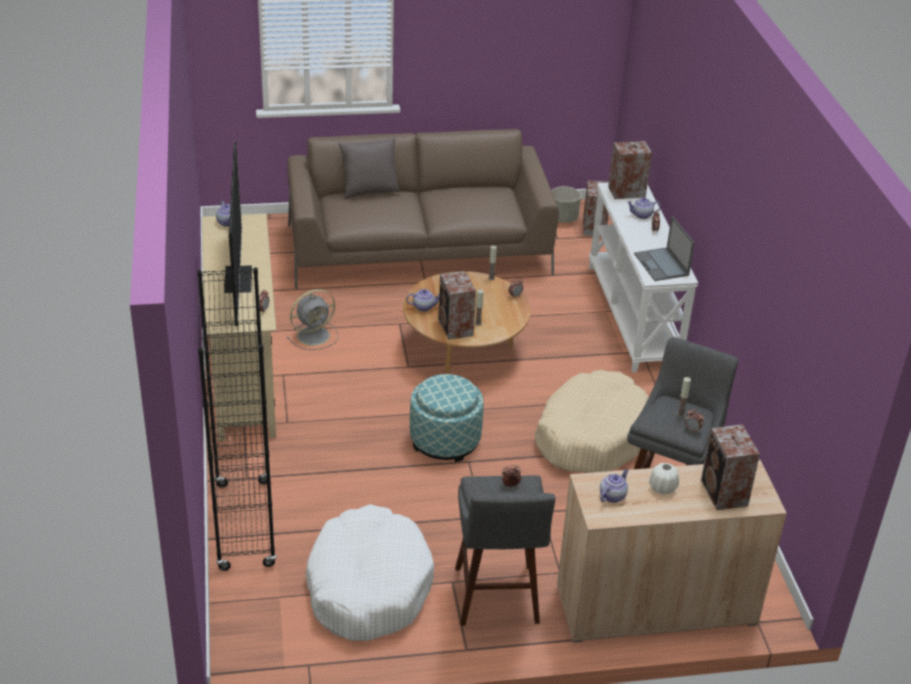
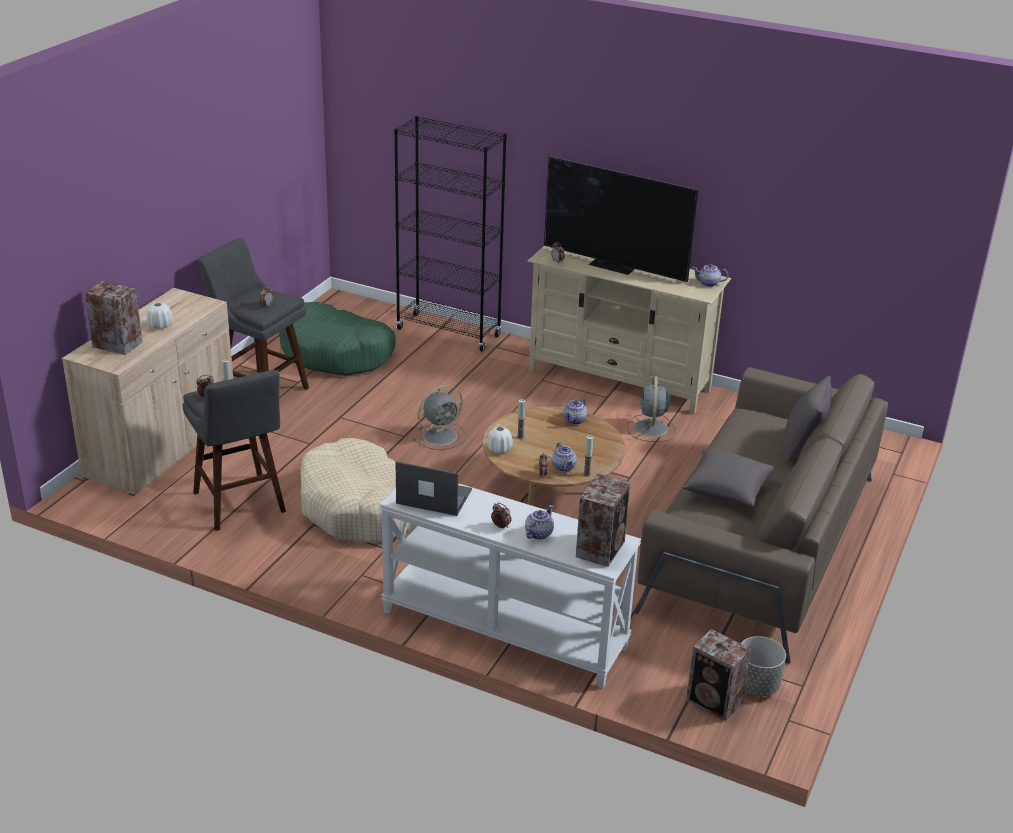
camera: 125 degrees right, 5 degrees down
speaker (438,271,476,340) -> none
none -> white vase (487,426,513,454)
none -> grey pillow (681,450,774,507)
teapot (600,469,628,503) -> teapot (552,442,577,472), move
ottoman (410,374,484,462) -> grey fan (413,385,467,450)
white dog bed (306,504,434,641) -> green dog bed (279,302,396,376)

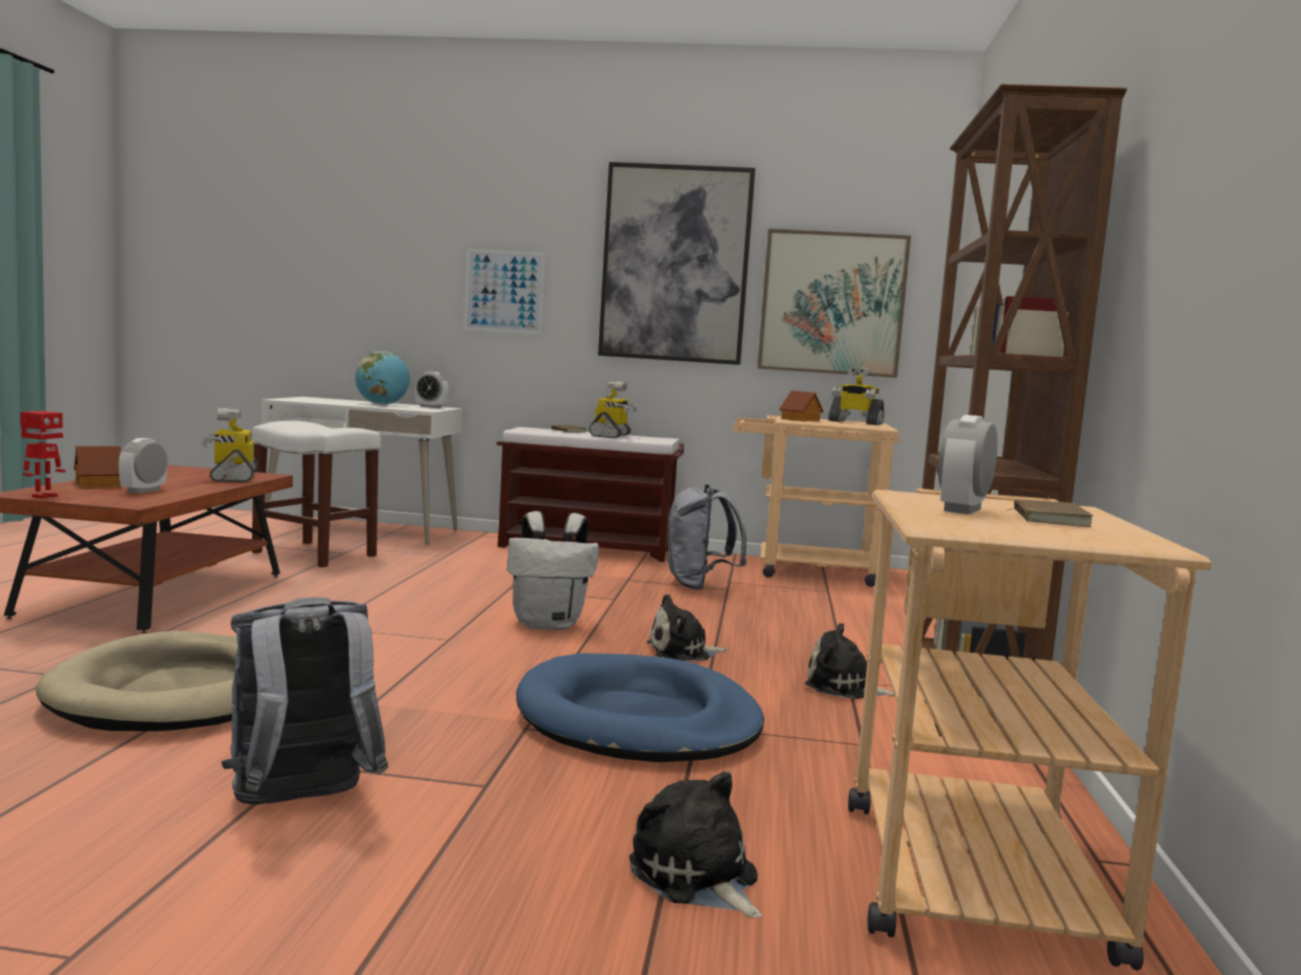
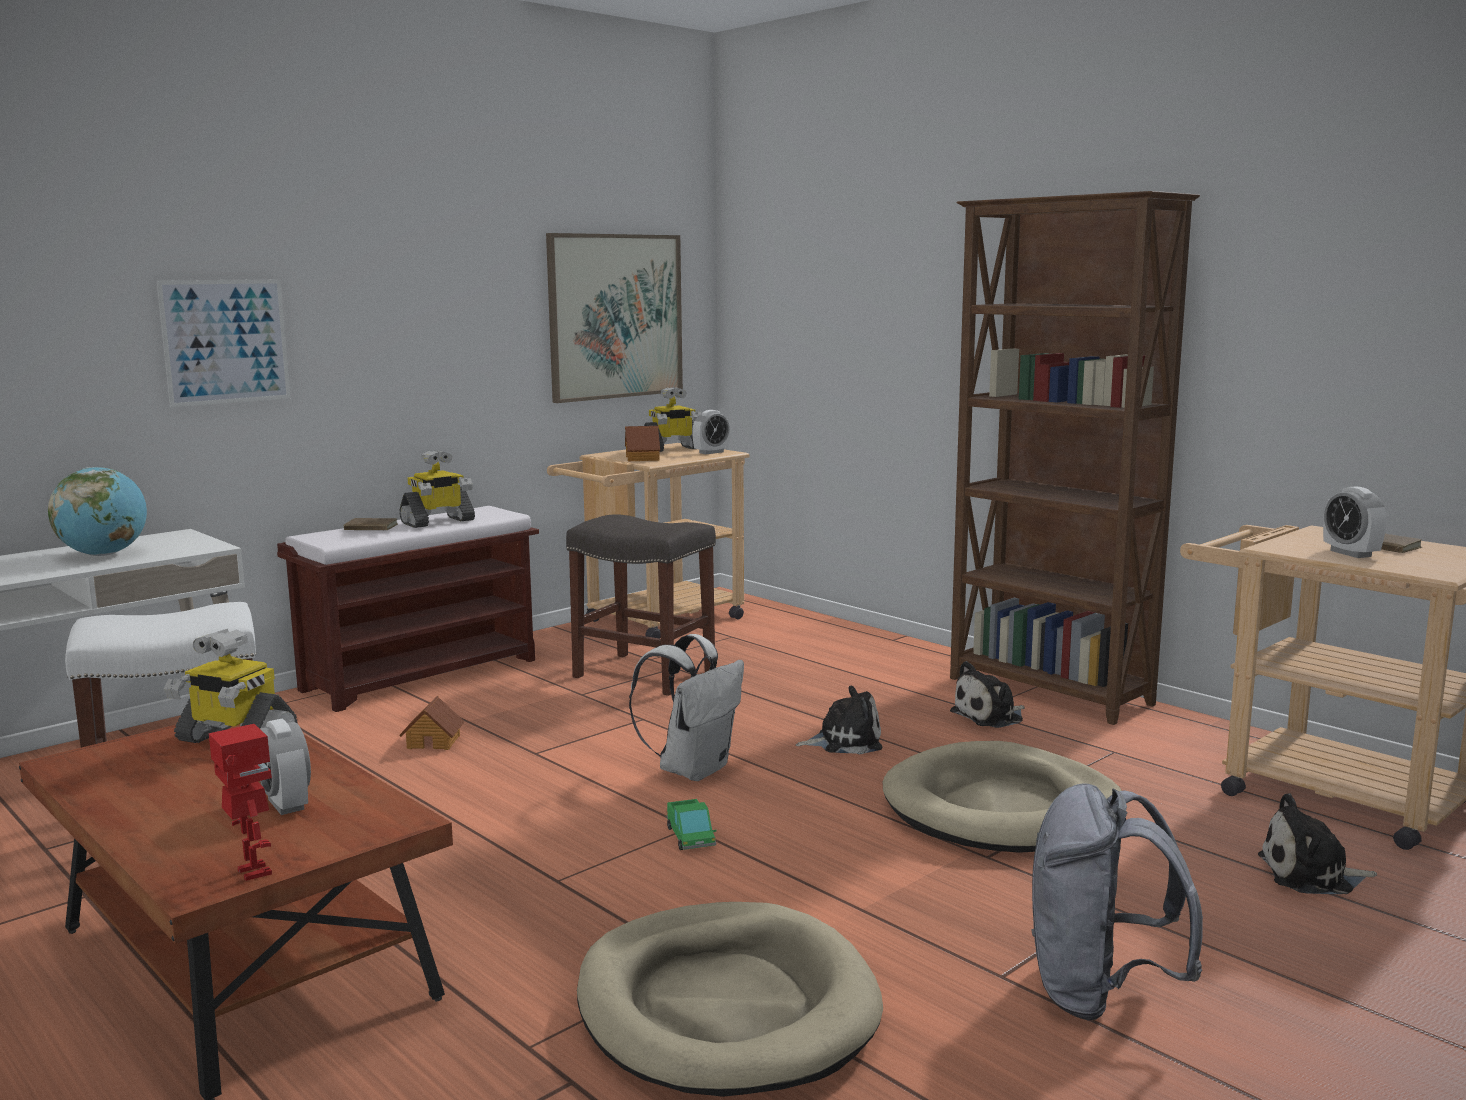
camera: 50 degrees left, 5 degrees up
picture (598,162,755,365) -> none
none -> toy truck (666,799,716,850)
toy house (74,446,121,488) -> toy house (399,696,465,750), move
alarm clock (415,372,449,408) -> alarm clock (692,410,730,454), move
grey backpack (666,484,747,590) -> grey stool (566,515,716,696)
blue dog bed (516,653,764,762) -> beige dog bed (883,741,1122,853)
toy robot (589,381,637,438) -> toy robot (399,450,475,528), 90 degrees clockwise
plush toy (647,594,727,661) -> plush toy (796,686,882,754), 120 degrees counterclockwise

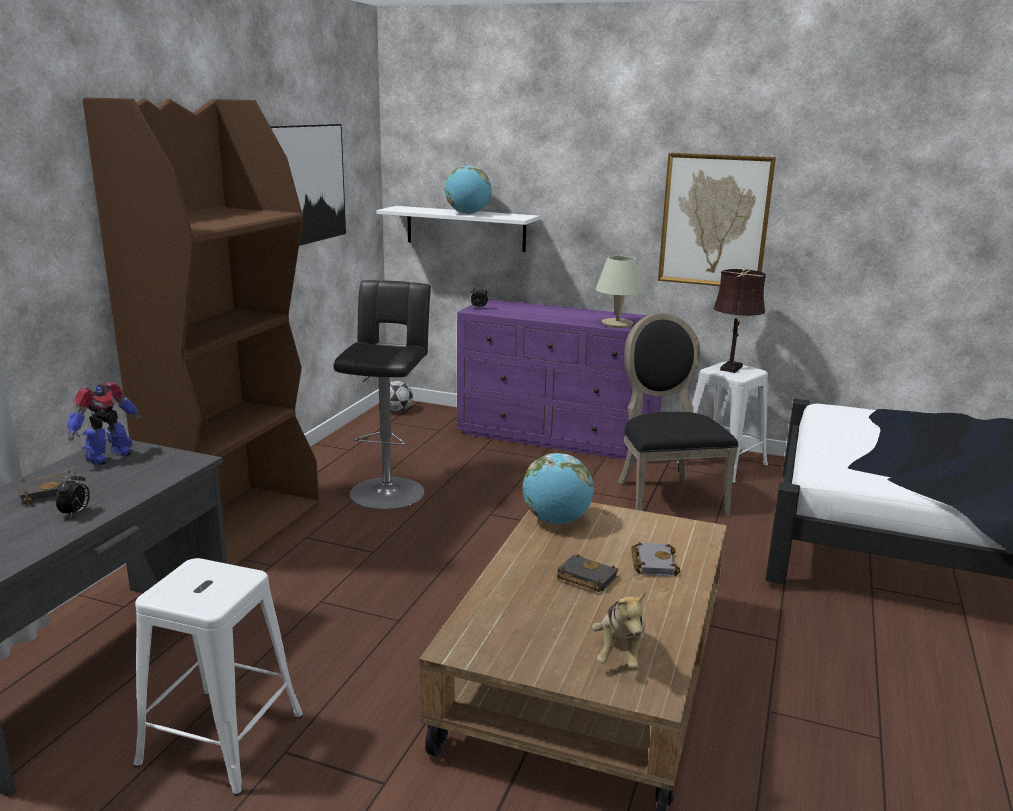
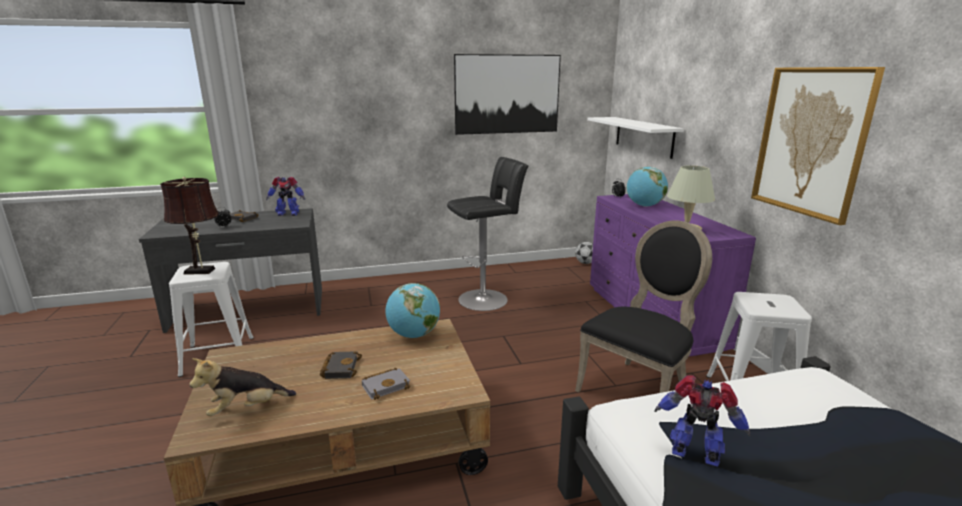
camera: 55 degrees right, 0 degrees up
brown bookcase (83,97,319,566) -> none
none -> toy robot (655,375,751,467)
globe (444,165,492,214) -> globe (626,167,668,207), move
brown table lamp (714,268,766,373) -> brown table lamp (160,177,219,275), move

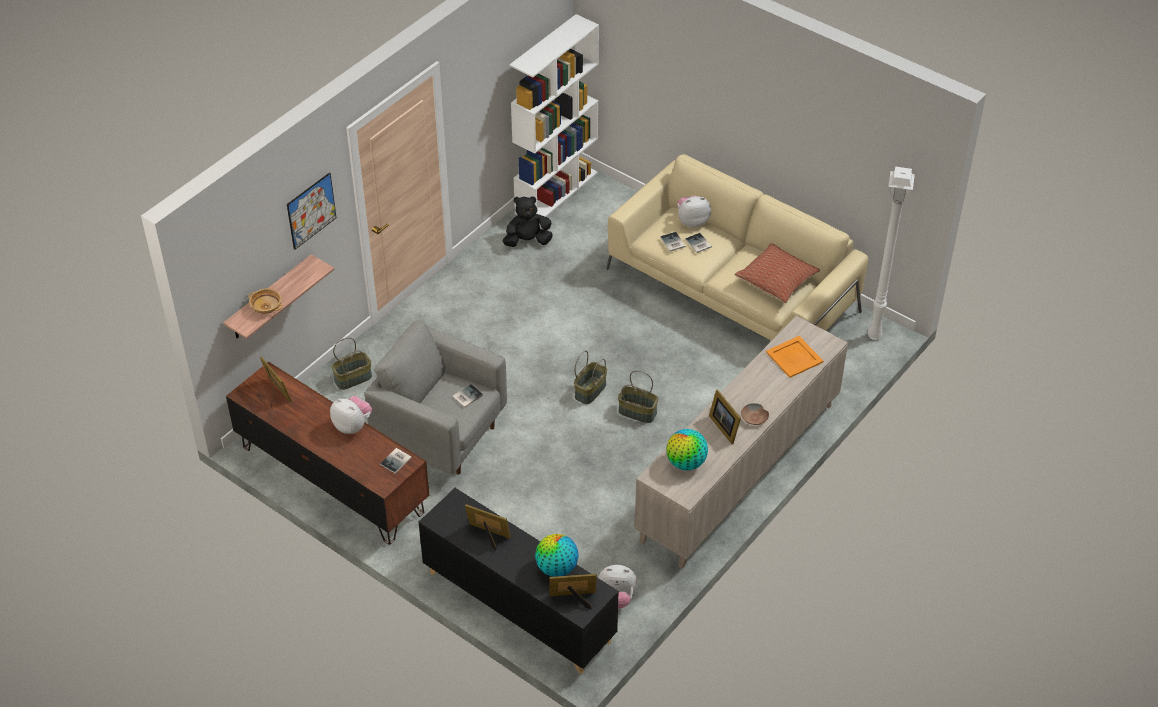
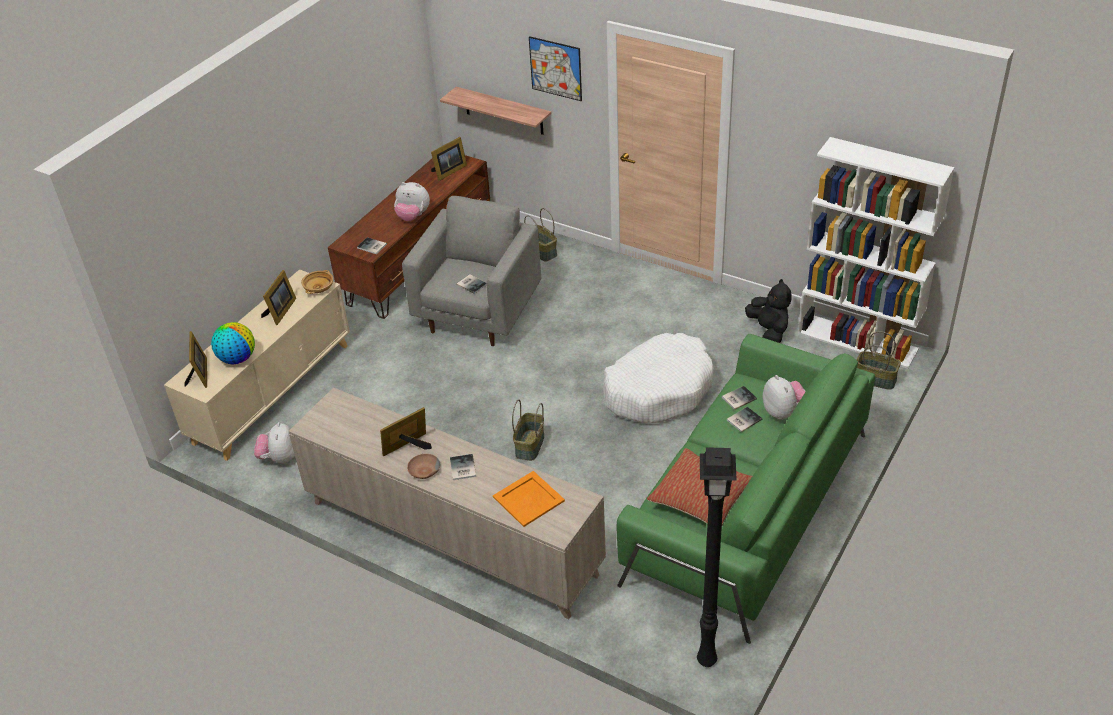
camera: 85 degrees right, 5 degrees down
globe (666,429,708,470) -> none
none -> book (450,454,476,480)
none -> white dog bed (603,333,714,423)
beige bowl (248,288,283,314) -> beige bowl (301,270,333,294), move
basket (574,351,607,404) -> basket (857,331,901,390), move
black cabinet (418,488,619,674) -> beige cabinet (164,269,350,461)
beige sofa (606,154,869,341) -> green sofa (617,334,875,644)
white floor lamp (868,167,915,340) -> black floor lamp (697,447,737,667)
plush toy (330,396,372,434) -> plush toy (394,182,430,221), 75 degrees clockwise

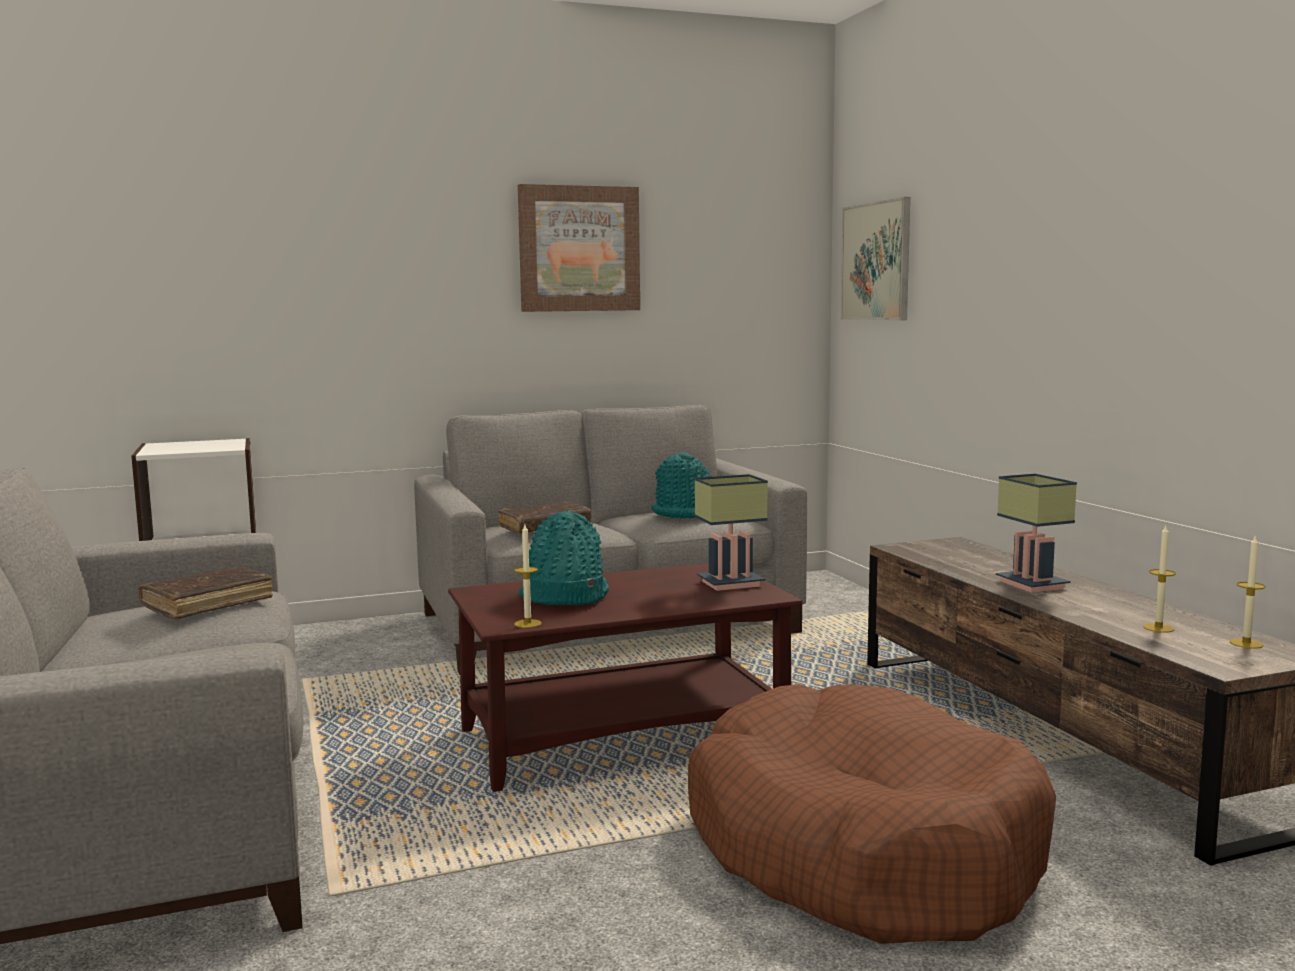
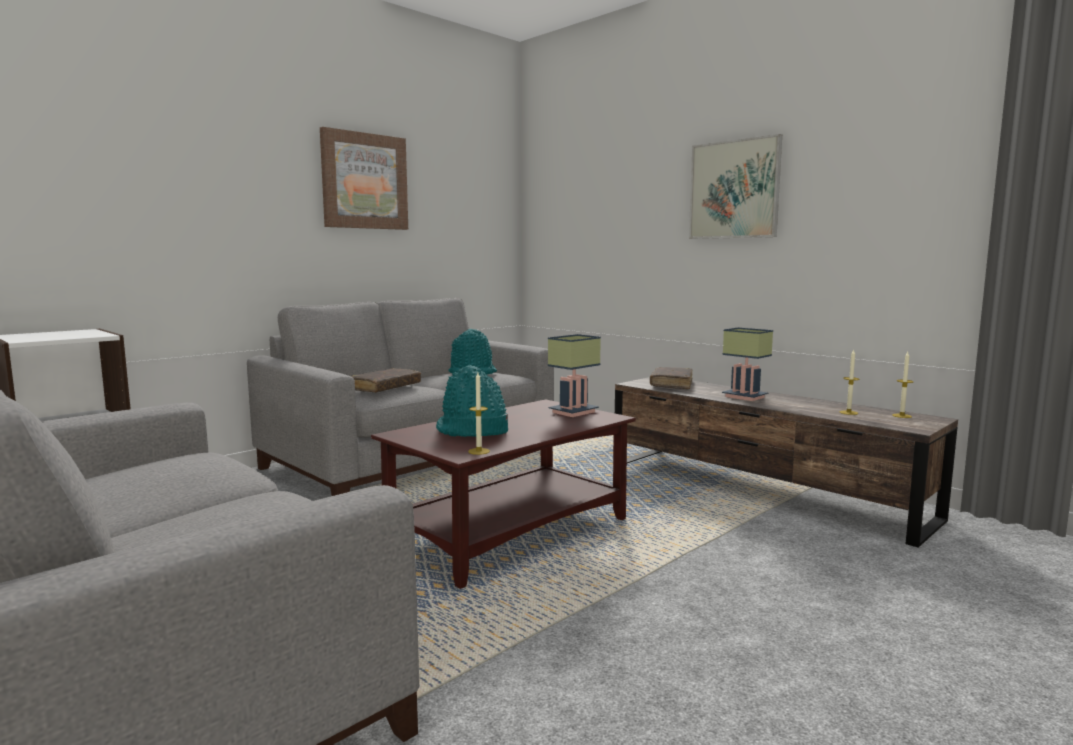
camera: 25 degrees left, 0 degrees up
brown dog bed (688,684,1056,944) -> none
brown book (138,567,273,619) -> brown book (650,367,692,389), move
picture (840,197,910,320) -> picture (689,134,782,239), move

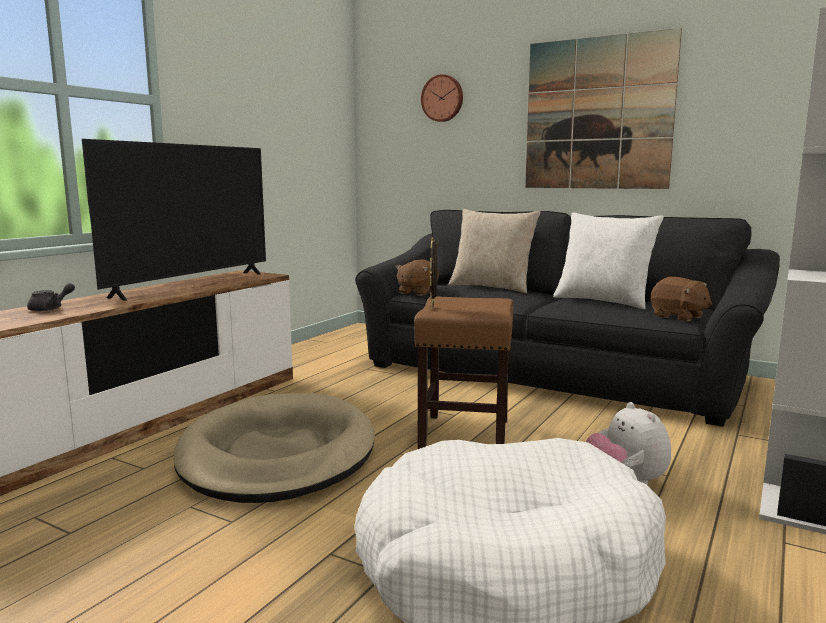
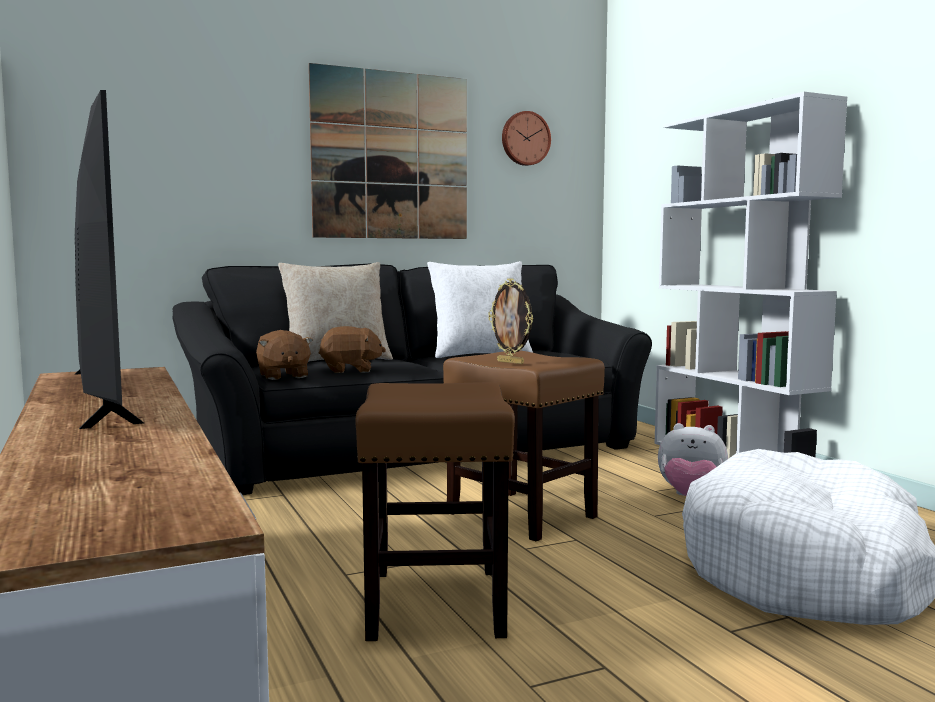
camera: 55 degrees left, 5 degrees down
grey teapot (27,283,75,312) -> none
wall clock (421,74,463,122) -> wall clock (502,111,551,166), move
brown plush toy (651,277,712,322) -> brown plush toy (319,326,386,373), move
beige dog bed (174,393,375,503) -> brown stool (355,382,515,641)

